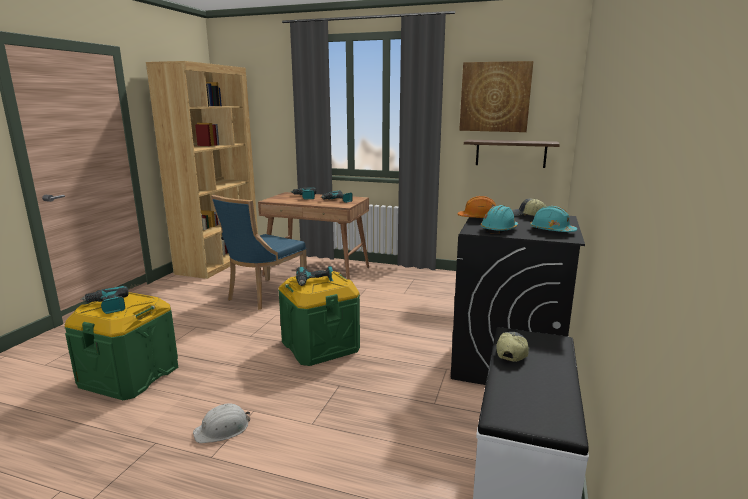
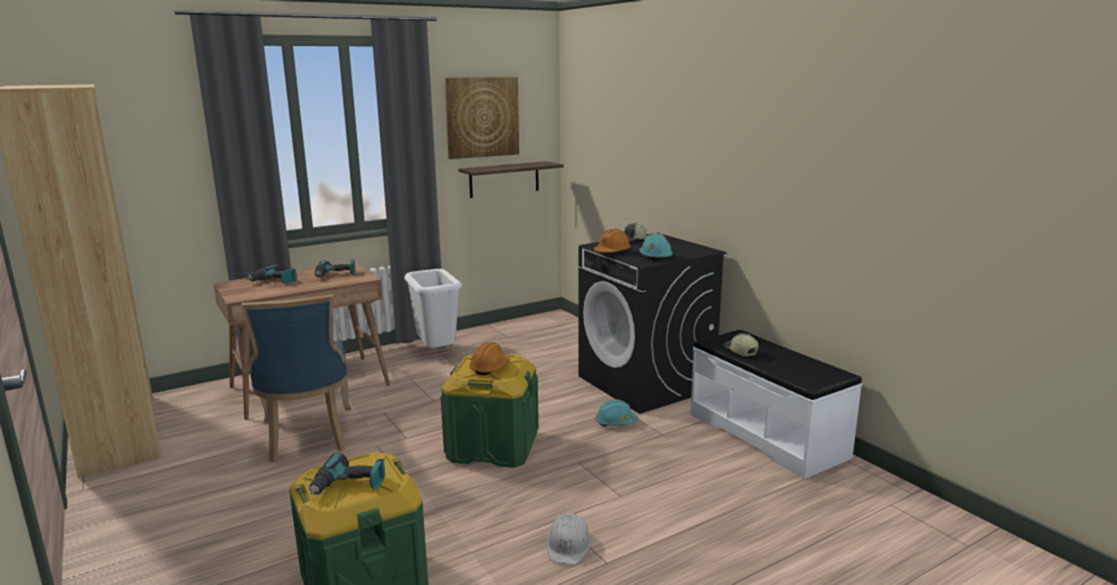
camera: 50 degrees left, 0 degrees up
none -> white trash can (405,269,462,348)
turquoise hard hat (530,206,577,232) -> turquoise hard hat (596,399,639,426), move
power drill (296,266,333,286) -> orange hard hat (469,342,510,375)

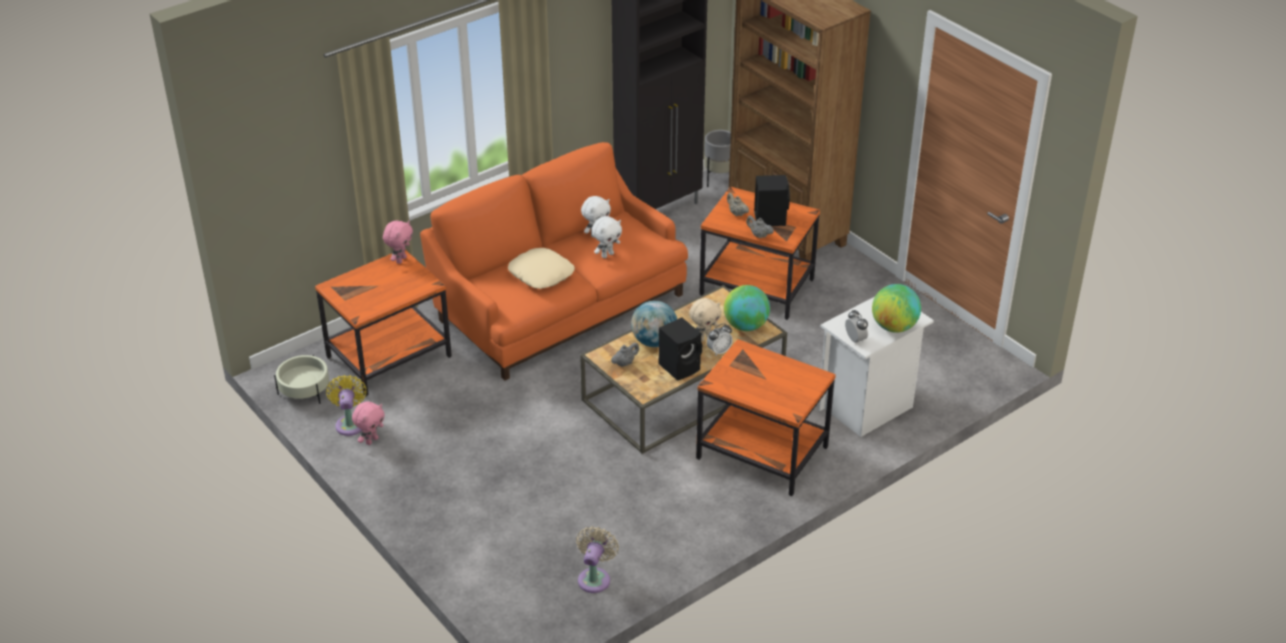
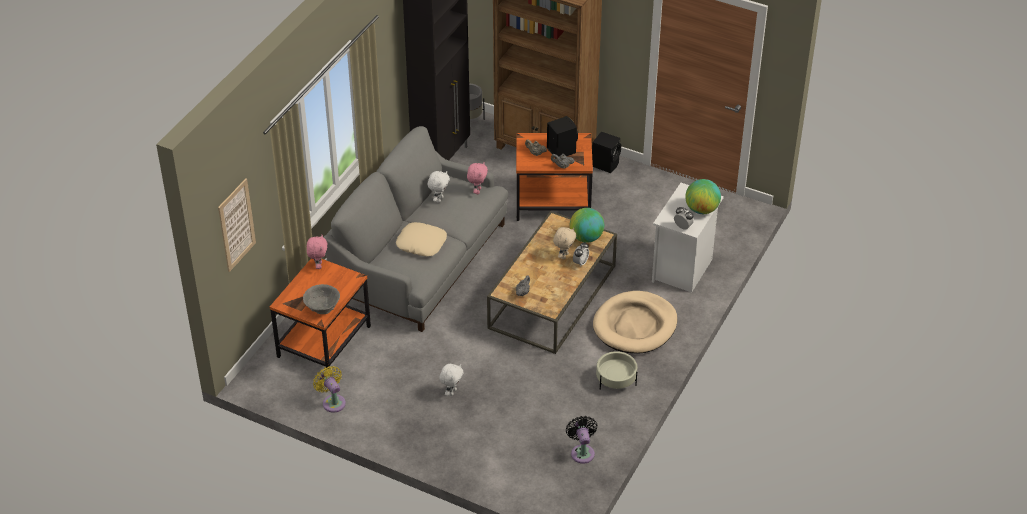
camera: 25 degrees left, 5 degrees up
globe (631,301,677,347) -> none
none -> picture (218,178,256,272)
none -> grey bowl (303,284,340,314)
beige planter (274,355,329,404) -> beige planter (596,351,637,390), move
pink plush toy (352,401,385,445) -> pink plush toy (467,162,488,194), move
white plush toy (592,216,622,258) -> white plush toy (439,364,463,396), move
black speaker (659,317,702,381) -> black speaker (592,131,621,173), move
orange side table (696,339,836,496) -> beige dog bed (593,291,677,354)
orange sofa (420,142,688,381) -> grey sofa (324,126,508,332)
beige fan (576,526,619,593) -> black fan (566,416,598,464)

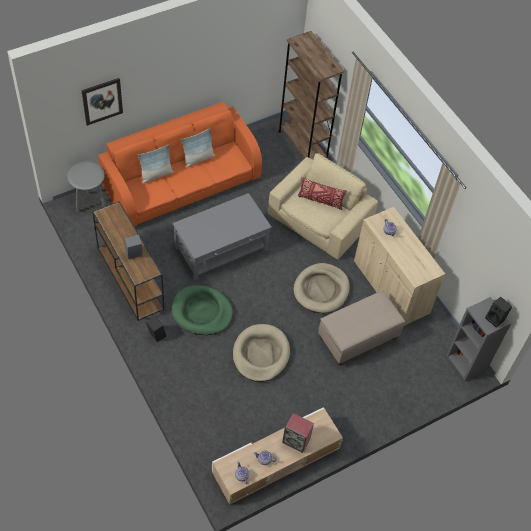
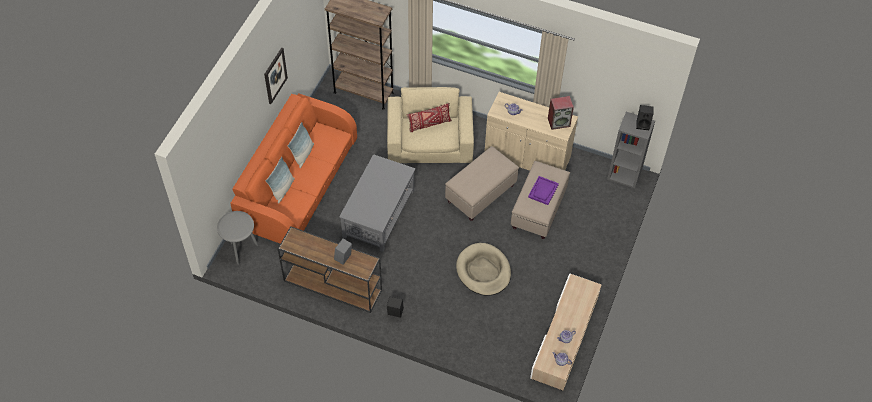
camera: 35 degrees left, 0 degrees up
green dog bed (171,285,233,335) -> none
none -> purple tray (528,176,559,205)
picture (81,78,123,126) -> picture (264,47,288,104), move
speaker (282,413,314,453) -> speaker (548,96,574,130), move
beige dog bed (293,263,350,313) -> beige ottoman (445,146,519,221)

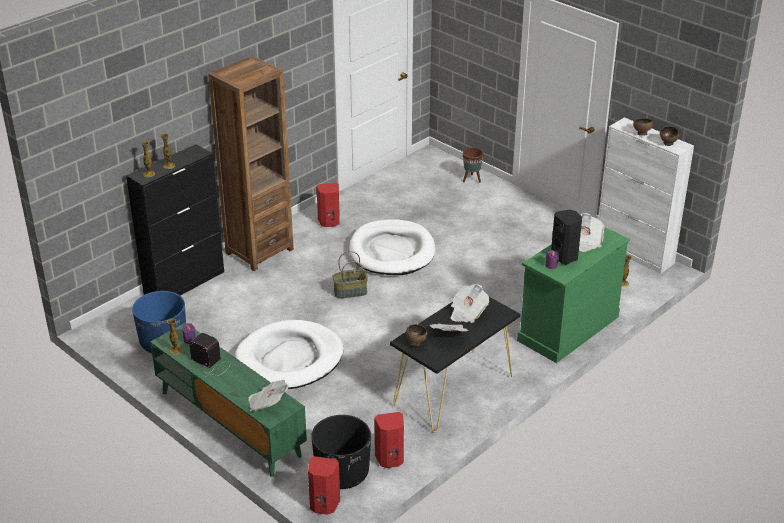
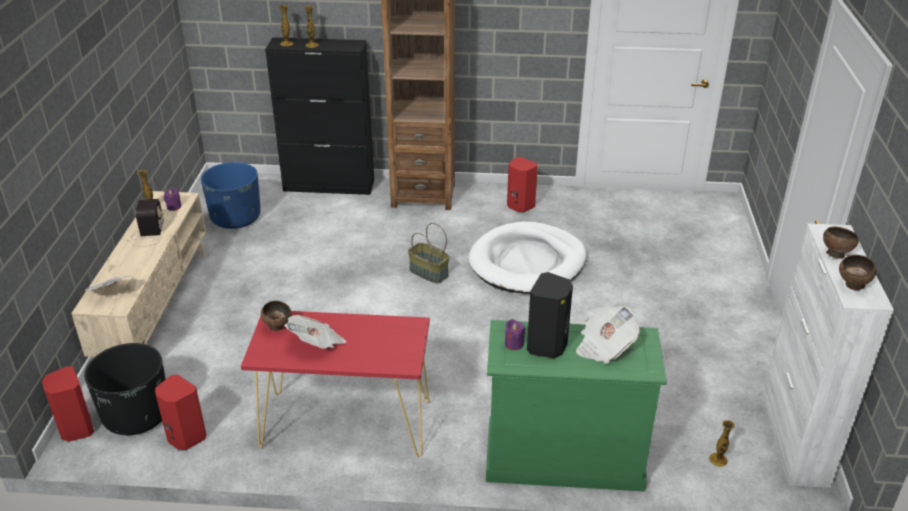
camera: 50 degrees right, 0 degrees up
white dog bed (235,320,343,389) -> none
newspaper (451,284,489,323) -> none
brown planter (463,147,484,183) -> none
green tv stand (150,323,307,477) -> beige tv stand (71,191,206,357)
black console table (390,297,520,432) -> red console table (241,311,430,457)

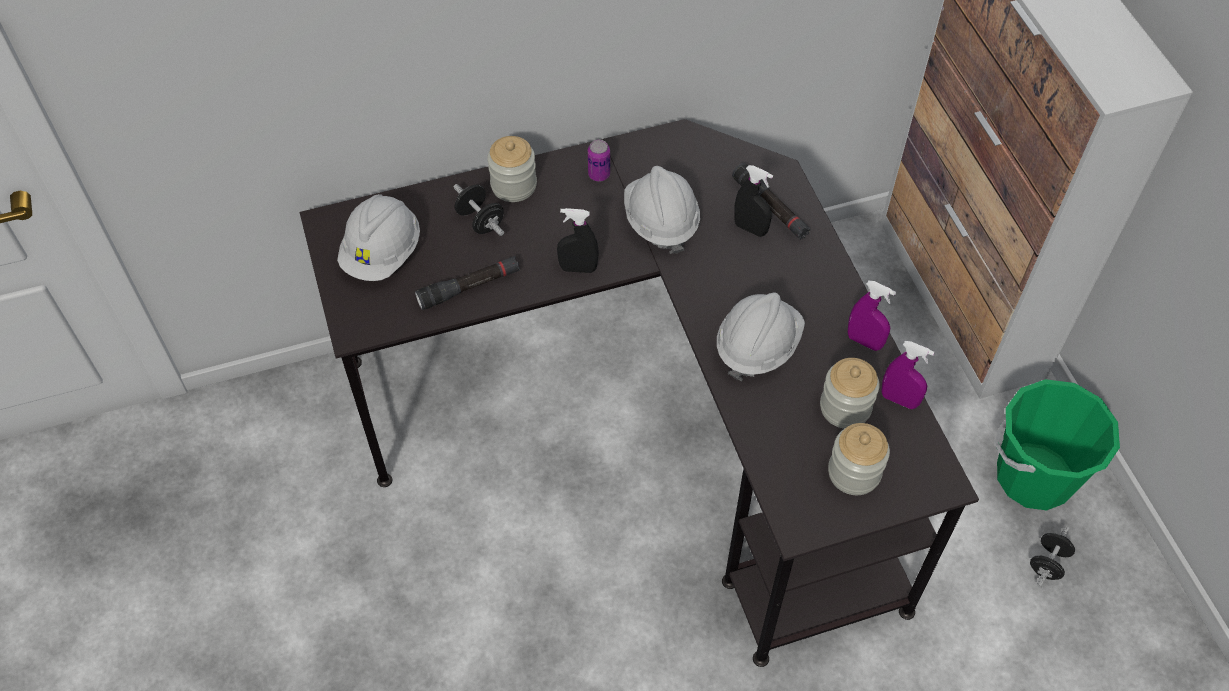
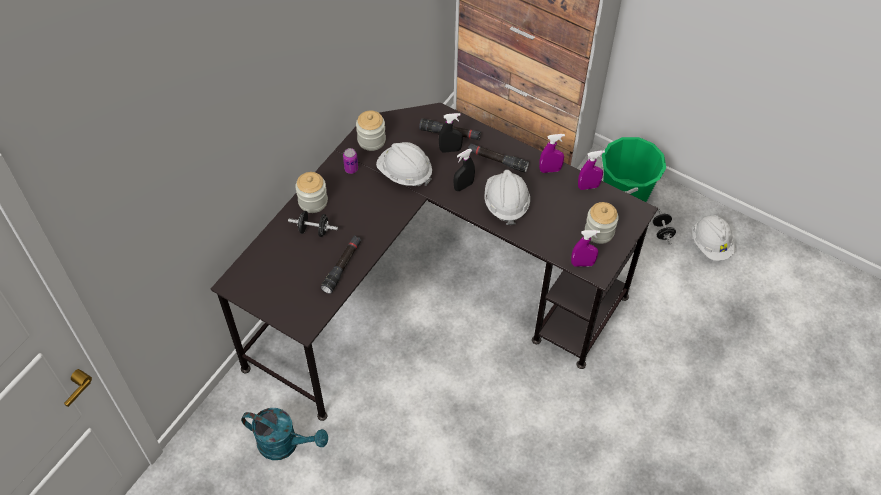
camera: 40 degrees left, 0 degrees up
none -> turquoise watering can (241,408,328,460)
none -> black flashlight (468,143,529,173)
none -> purple spray bottle (571,230,600,266)
white hard hat (337,194,420,281) -> white hard hat (692,215,736,261), move
black spray bottle (557,208,598,273) -> black spray bottle (453,149,475,191), move
jar (820,358,880,429) -> jar (356,111,386,151), move

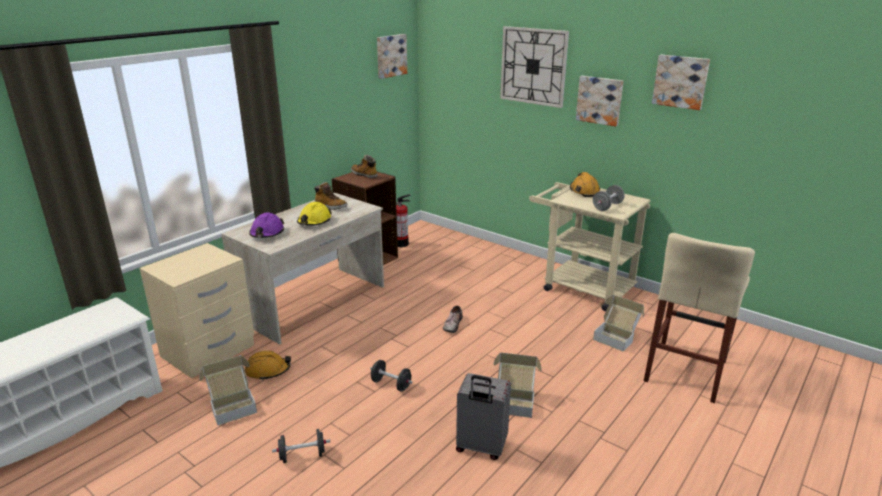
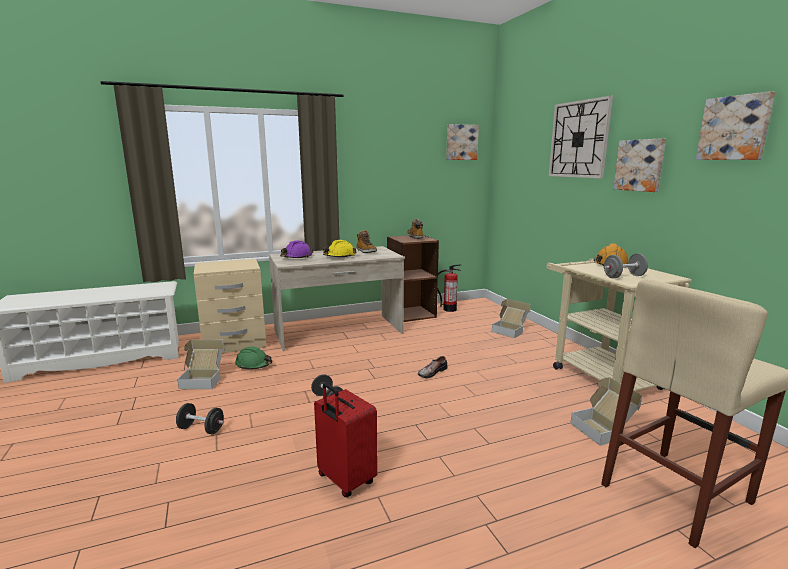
camera: 30 degrees right, 10 degrees down
cardboard box (494,352,542,418) -> cardboard box (492,299,530,338), move
orange hard hat (245,351,291,381) -> green hard hat (235,347,272,370)
grey suitcase (456,373,511,460) -> red suitcase (314,383,378,497)

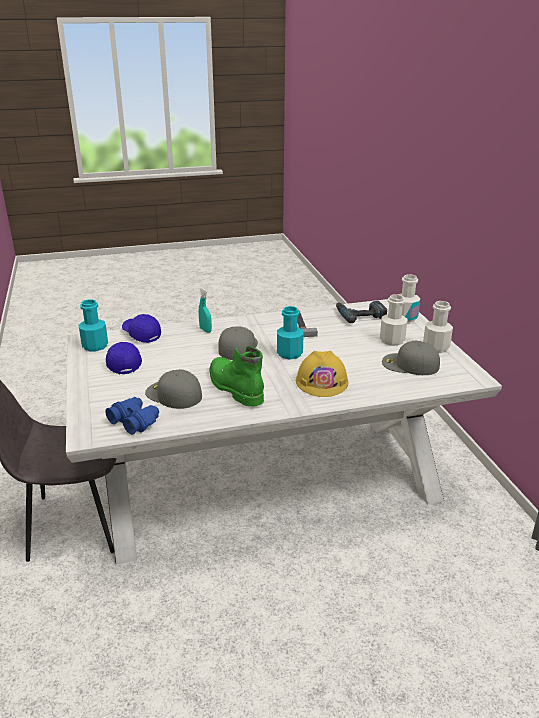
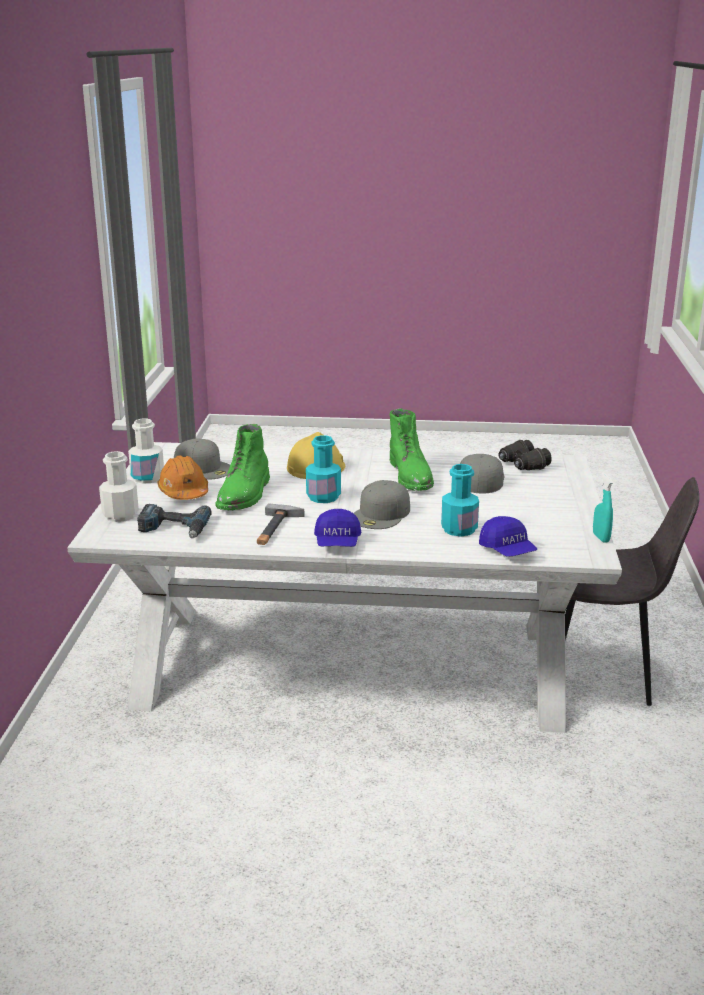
camera: 160 degrees left, 5 degrees down
none -> green boot (215,424,270,510)
turquoise bottle (78,299,108,351) -> turquoise bottle (441,464,479,537), move
blue cap (106,342,142,374) -> blue cap (314,509,361,547), move
turquoise spray bottle (199,288,212,333) -> turquoise spray bottle (593,472,613,543), move
white bottle (380,294,407,346) -> orange hard hat (157,455,208,500)
blue binoculars (105,397,159,434) -> black binoculars (498,440,552,470)
grey cap (145,369,202,409) -> grey cap (460,454,504,493), 135 degrees counterclockwise

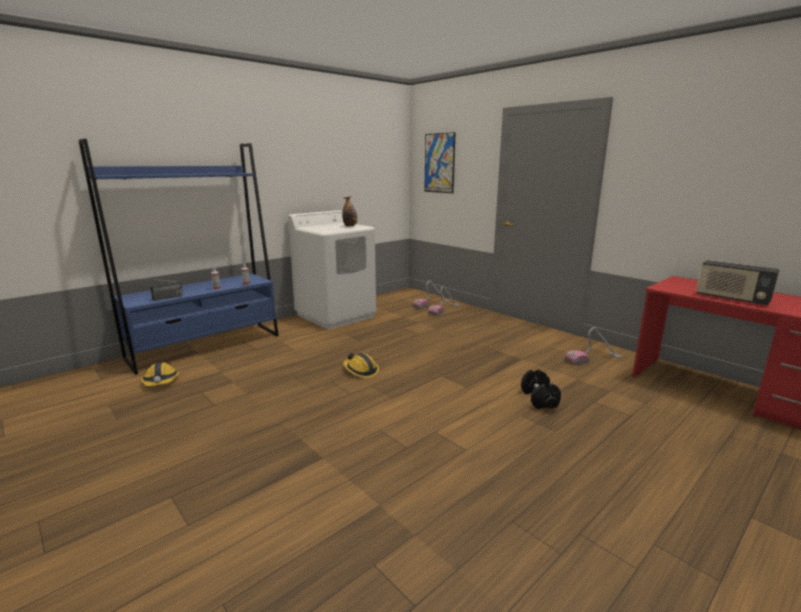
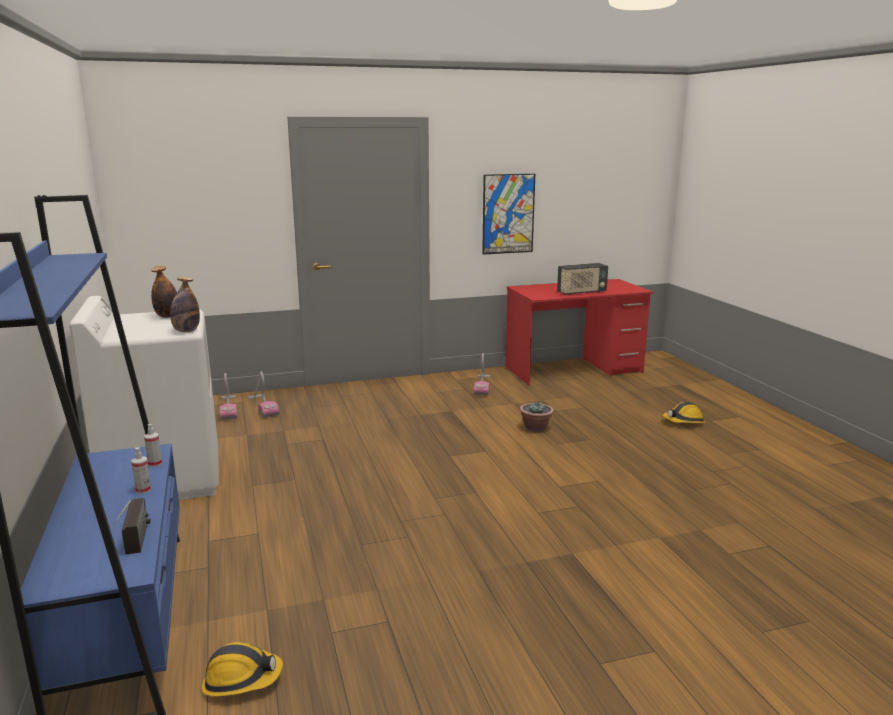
camera: 65 degrees left, 0 degrees up
none -> bottle (170,277,200,332)
hard hat (343,353,379,378) -> hard hat (663,402,705,423), move
picture (424,132,456,193) -> picture (482,174,535,255), move
black dumbbell (521,369,561,409) -> potted plant (519,402,554,432)

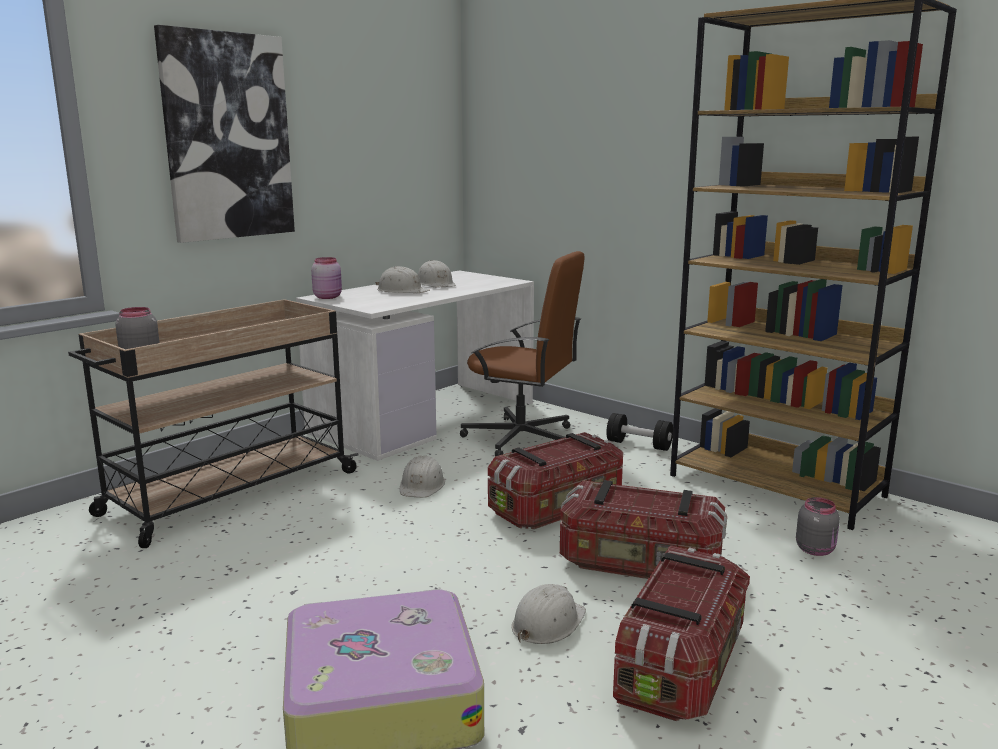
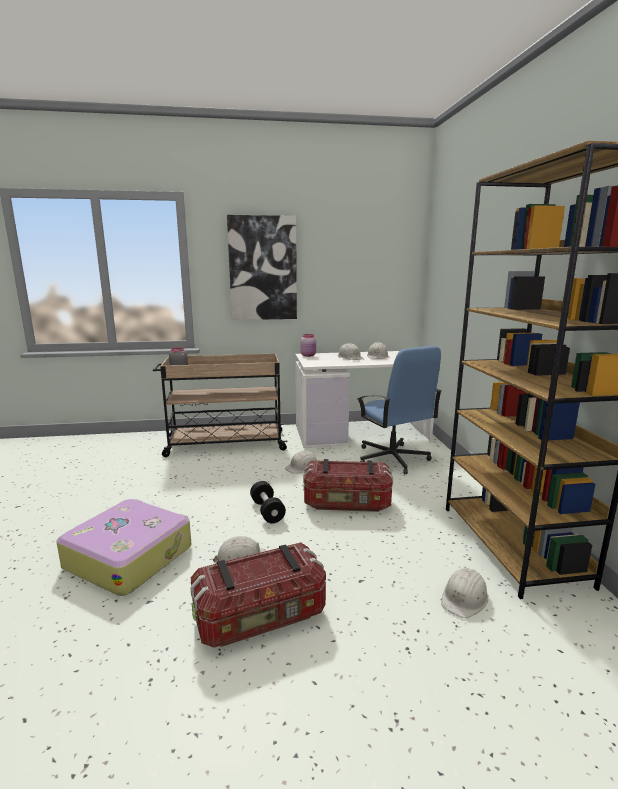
camera: 40 degrees right, 0 degrees up
storage box (560,480,727,579) -> none
black dumbbell (606,413,673,451) -> black dumbbell (250,481,286,523), move
grey jar (796,497,840,556) -> white hard hat (441,568,488,618)
brown office chair (460,251,584,456) -> blue office chair (357,346,441,474)

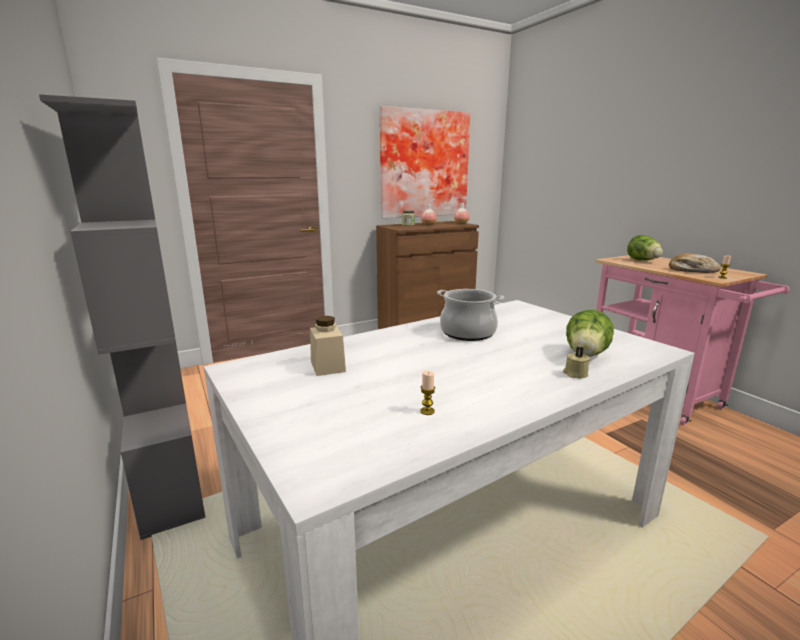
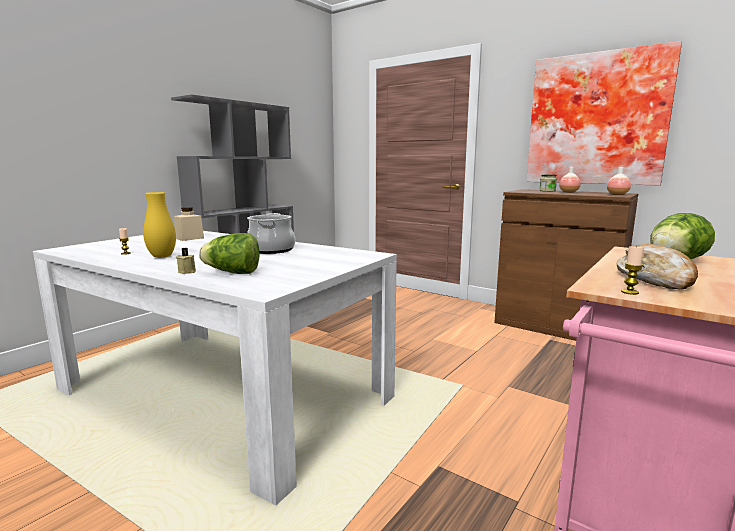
camera: 65 degrees right, 5 degrees down
none -> yellow vase (143,192,176,258)

